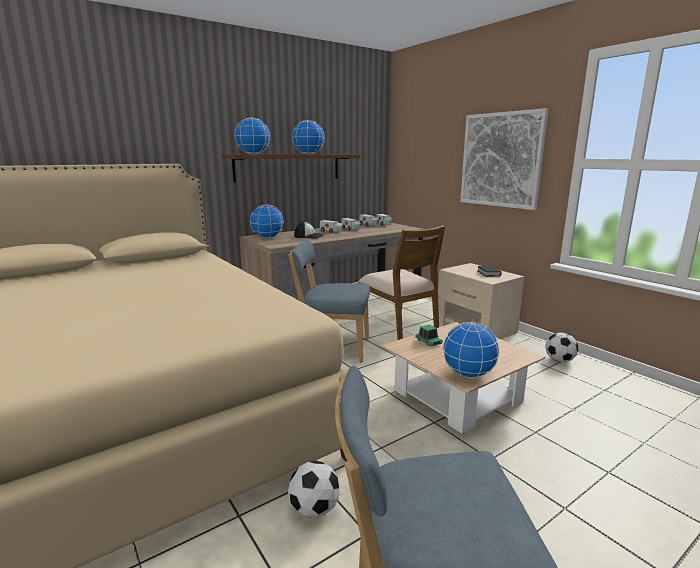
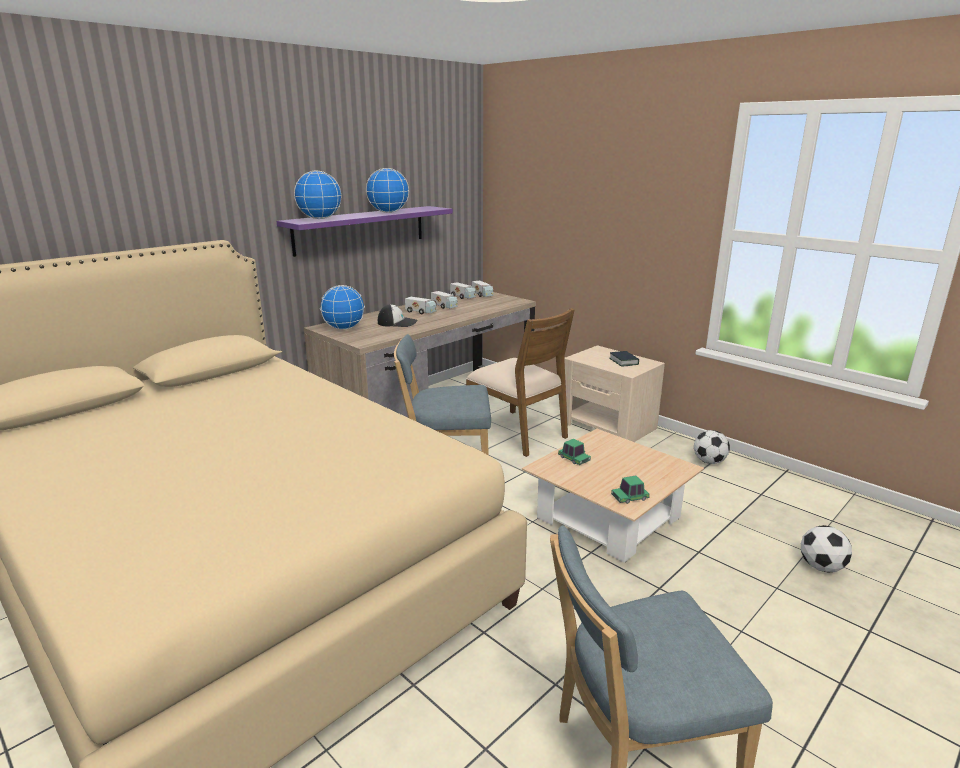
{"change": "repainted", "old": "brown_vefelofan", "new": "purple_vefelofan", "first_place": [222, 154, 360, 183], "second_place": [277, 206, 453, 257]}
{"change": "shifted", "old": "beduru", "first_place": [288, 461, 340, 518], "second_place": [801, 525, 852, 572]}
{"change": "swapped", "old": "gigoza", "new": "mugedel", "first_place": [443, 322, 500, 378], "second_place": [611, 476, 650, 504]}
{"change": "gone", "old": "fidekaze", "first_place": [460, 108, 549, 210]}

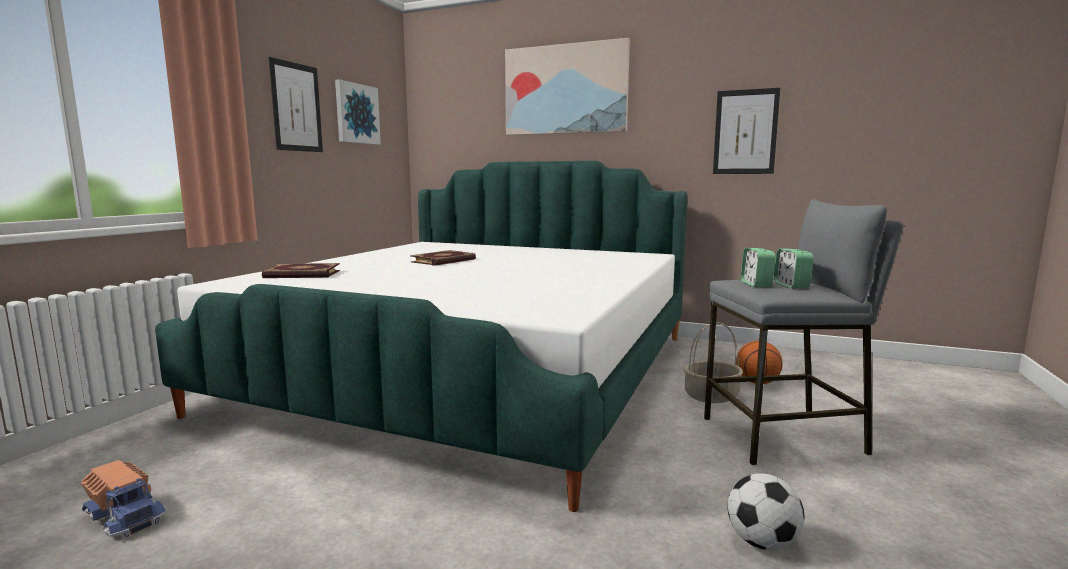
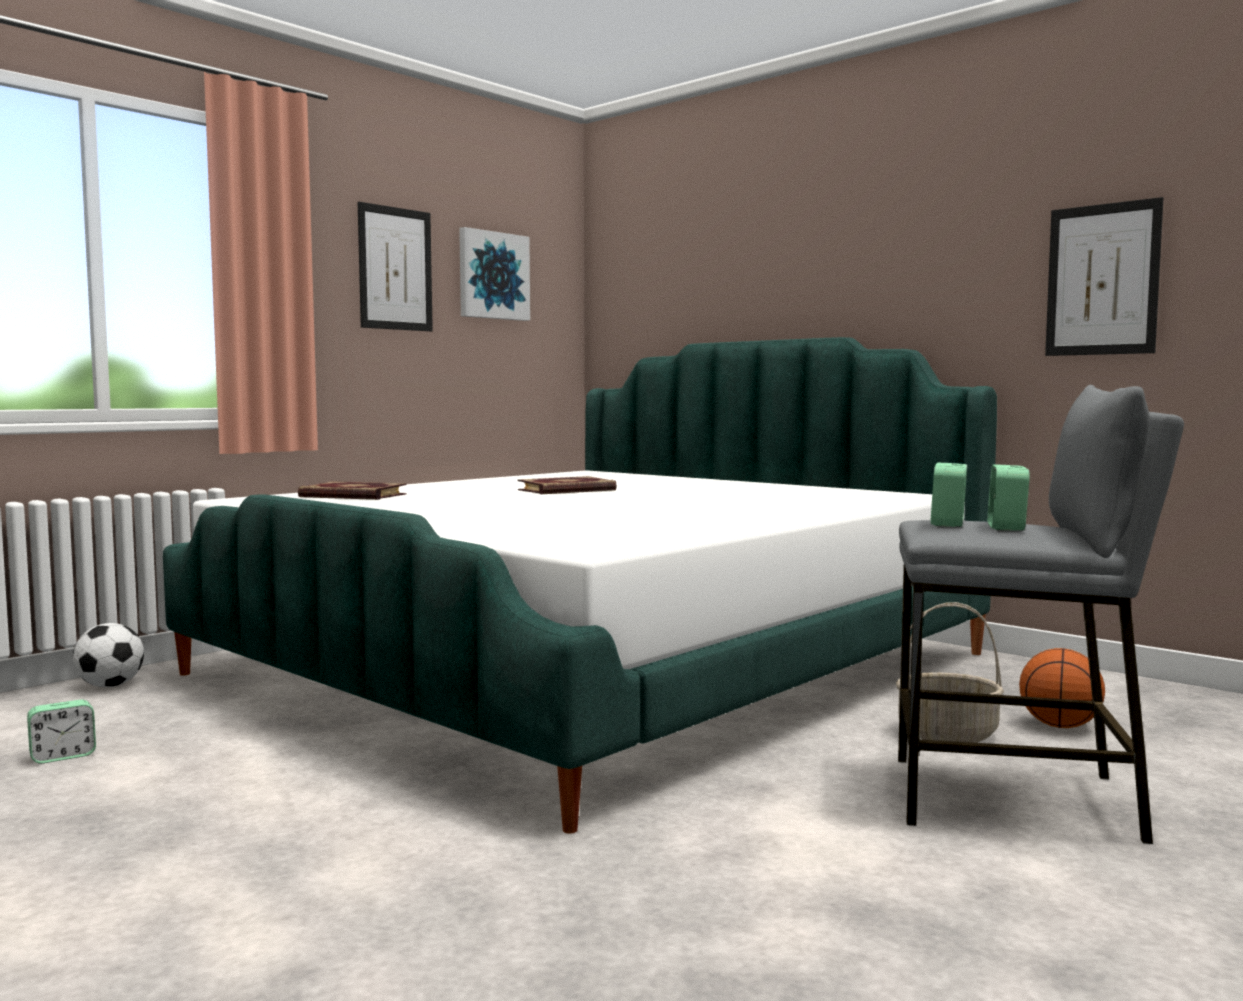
{"change": "swapped", "old": "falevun", "new": "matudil", "first_place": [81, 460, 167, 539], "second_place": [27, 700, 96, 764]}
{"change": "gone", "old": "fidekaze", "first_place": [505, 38, 630, 135]}
{"change": "shifted", "old": "beduru", "first_place": [727, 473, 805, 550], "second_place": [73, 623, 144, 687]}

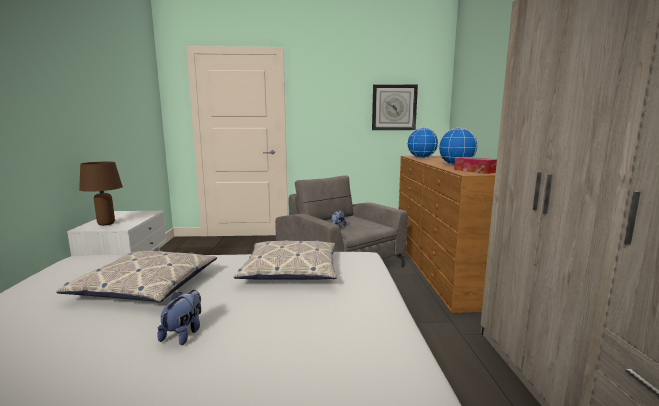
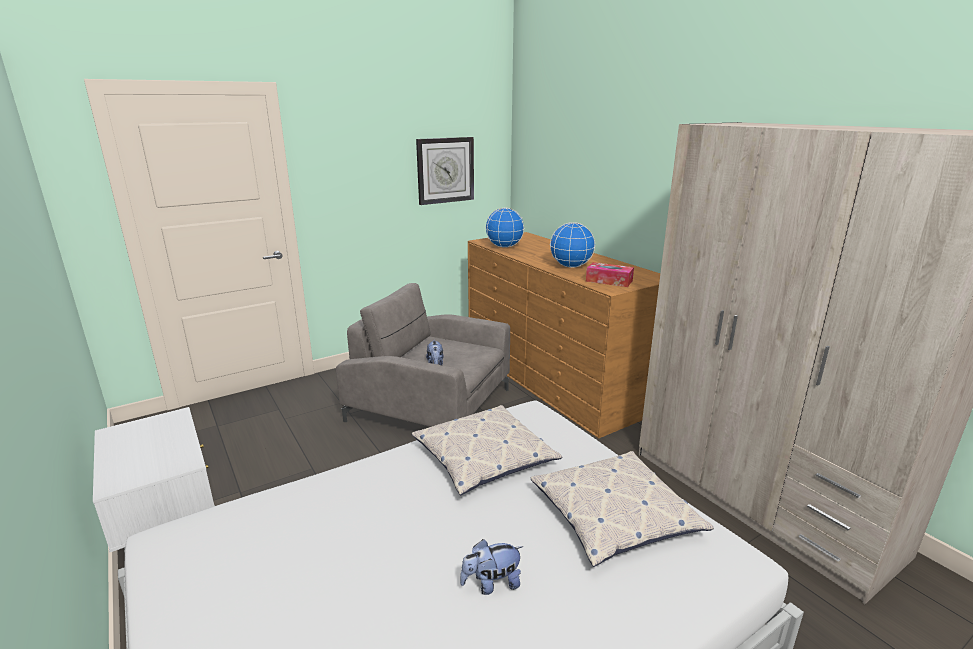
{"change": "shifted", "old": "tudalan", "first_place": [56, 250, 217, 303], "second_place": [530, 451, 714, 567]}
{"change": "gone", "old": "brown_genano", "first_place": [79, 161, 123, 226]}
{"change": "rotated", "old": "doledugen", "first_place": [157, 290, 201, 345], "second_place": [460, 539, 523, 595], "degrees": -90}

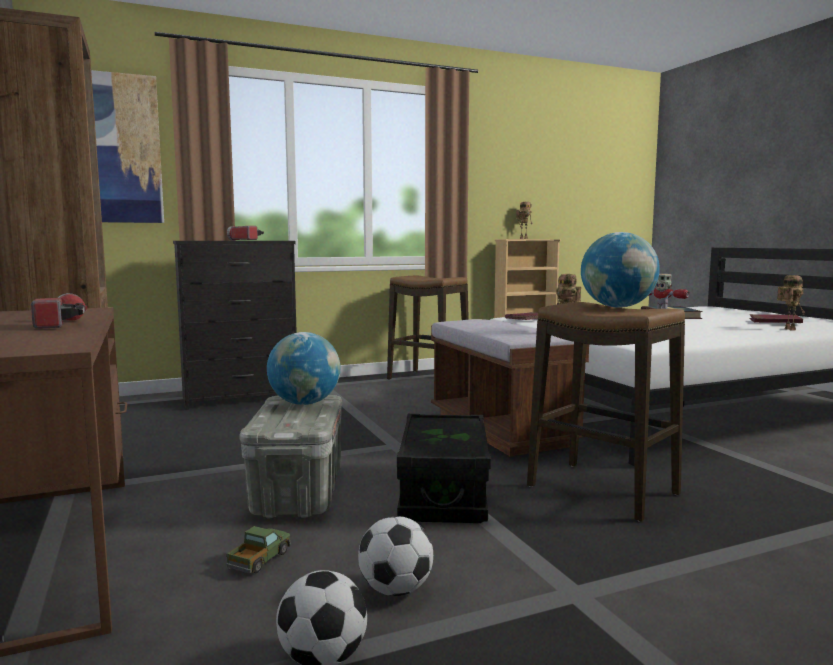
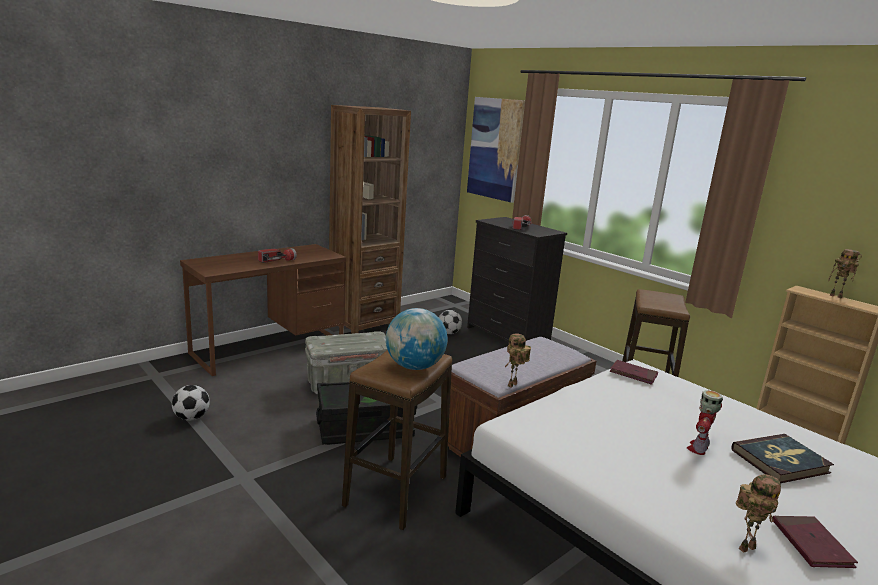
{"change": "gone", "old": "falevun", "first_place": [226, 526, 291, 573]}
{"change": "gone", "old": "gigoza", "first_place": [267, 332, 340, 405]}
{"change": "shifted", "old": "beduru", "first_place": [358, 516, 433, 596], "second_place": [439, 310, 462, 334]}

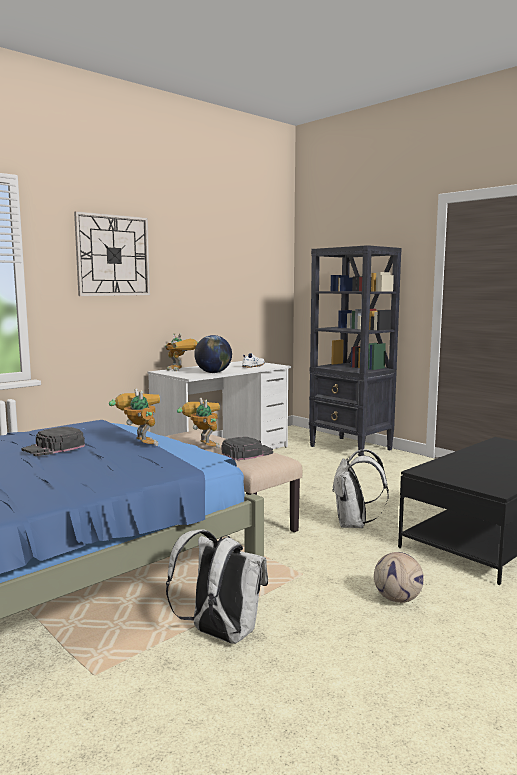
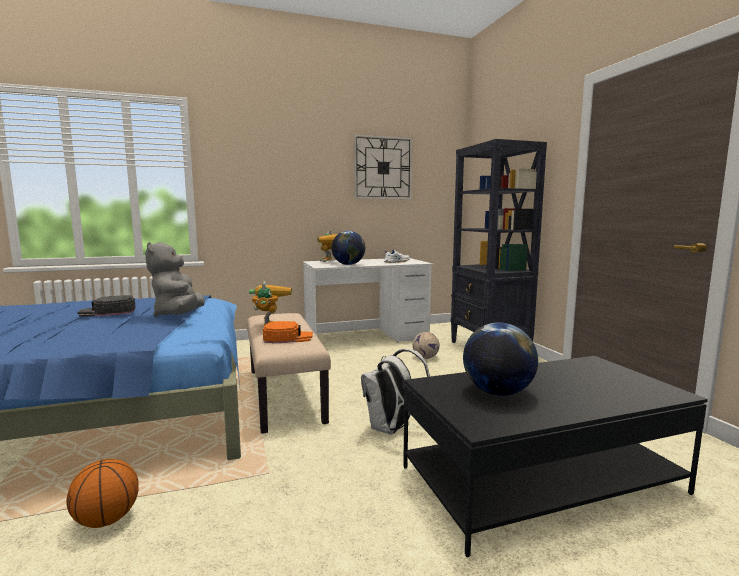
{"change": "shifted", "old": "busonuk", "first_place": [74, 211, 150, 296], "second_place": [354, 134, 413, 200]}
{"change": "swapped", "old": "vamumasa", "new": "grey_doledugen", "first_place": [109, 388, 160, 446], "second_place": [145, 242, 205, 317]}
{"change": "swapped", "old": "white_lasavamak", "new": "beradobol", "first_place": [166, 529, 268, 644], "second_place": [66, 459, 139, 528]}
{"change": "repainted", "old": "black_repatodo", "new": "orange_repatodo", "first_place": [222, 437, 273, 460], "second_place": [263, 321, 313, 343]}
{"change": "shifted", "old": "beduru", "first_place": [374, 552, 424, 603], "second_place": [413, 332, 440, 359]}
{"change": "new", "new": "gigoza", "second_place": [463, 322, 538, 396]}

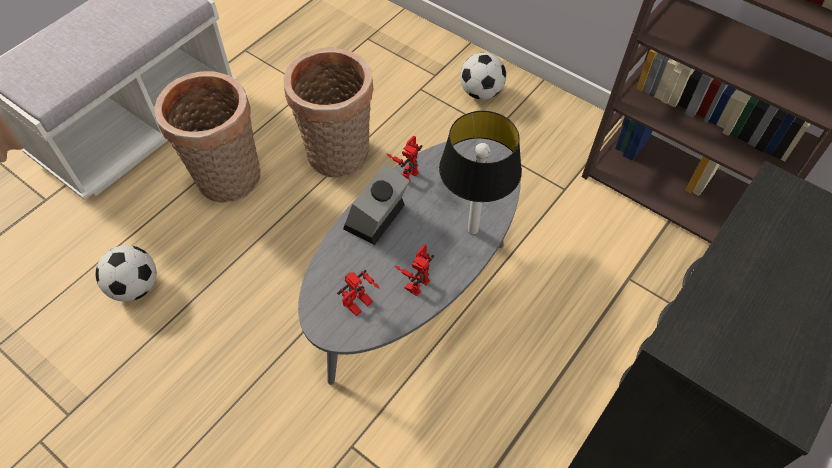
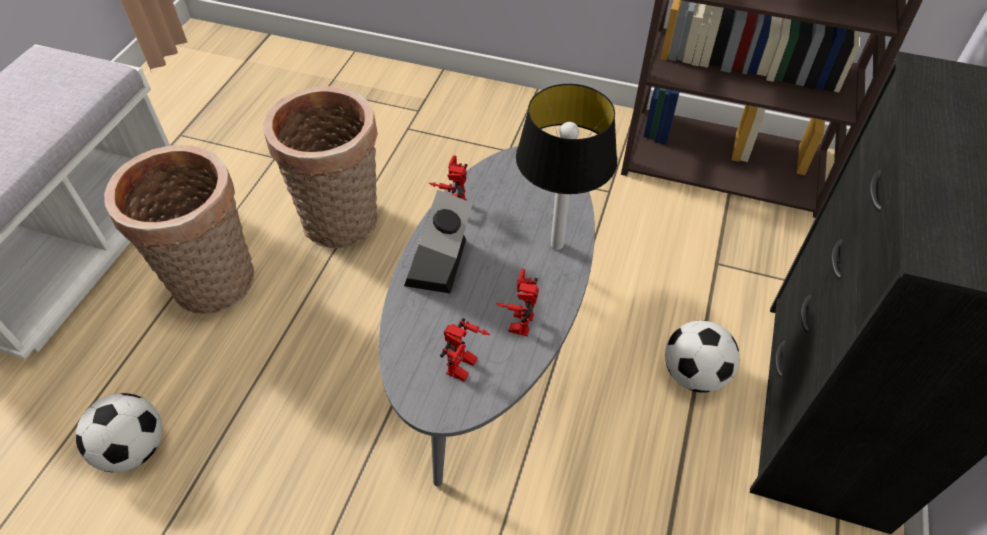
{"change": "shifted", "old": "beduru", "first_place": [460, 52, 506, 100], "second_place": [665, 320, 740, 393]}

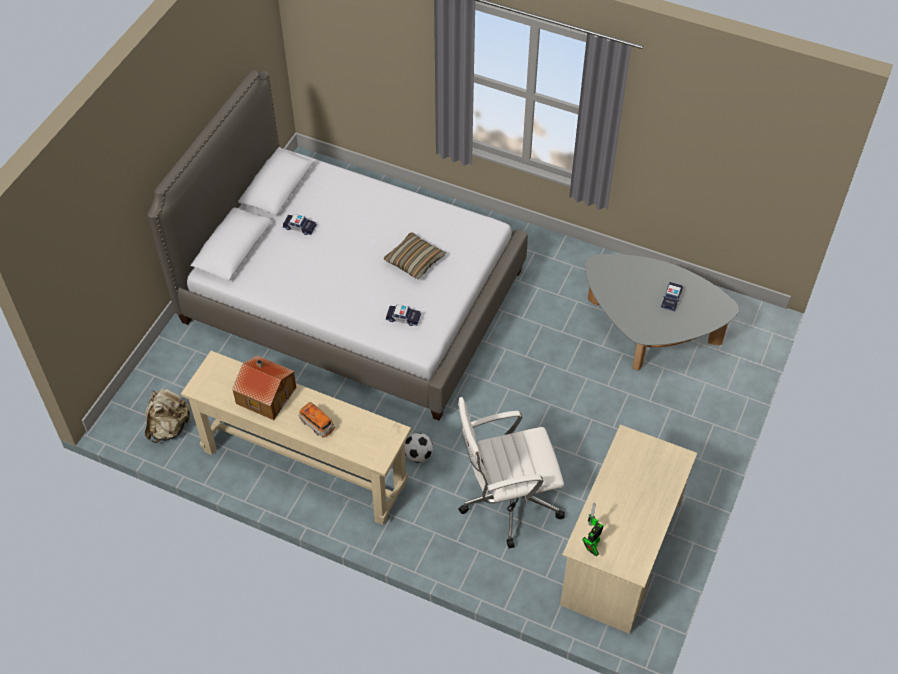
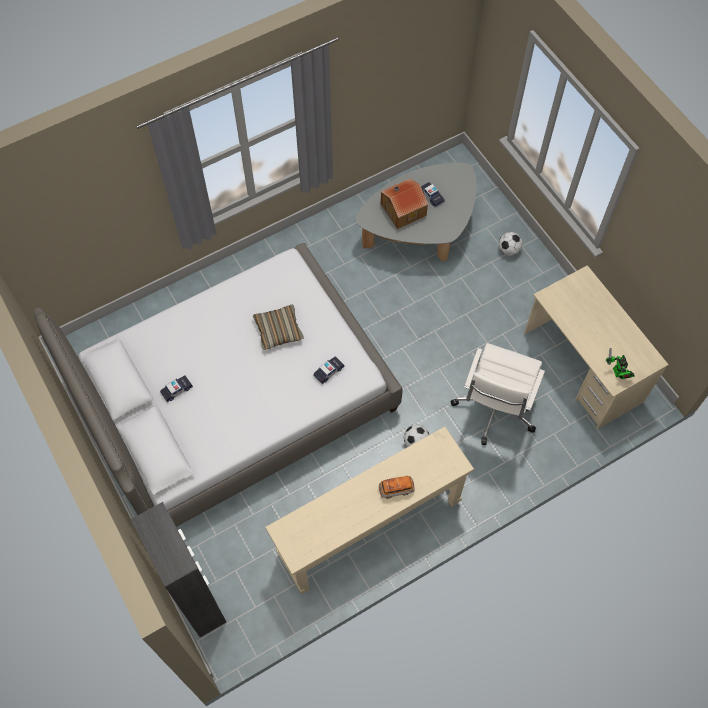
{"change": "gone", "old": "beige_lasavamak", "first_place": [145, 388, 191, 443]}
{"change": "shifted", "old": "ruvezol", "first_place": [232, 355, 296, 420], "second_place": [381, 179, 428, 229]}
{"change": "new", "new": "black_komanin", "second_place": [131, 502, 226, 637]}
{"change": "new", "new": "beduru", "second_place": [499, 232, 523, 256]}

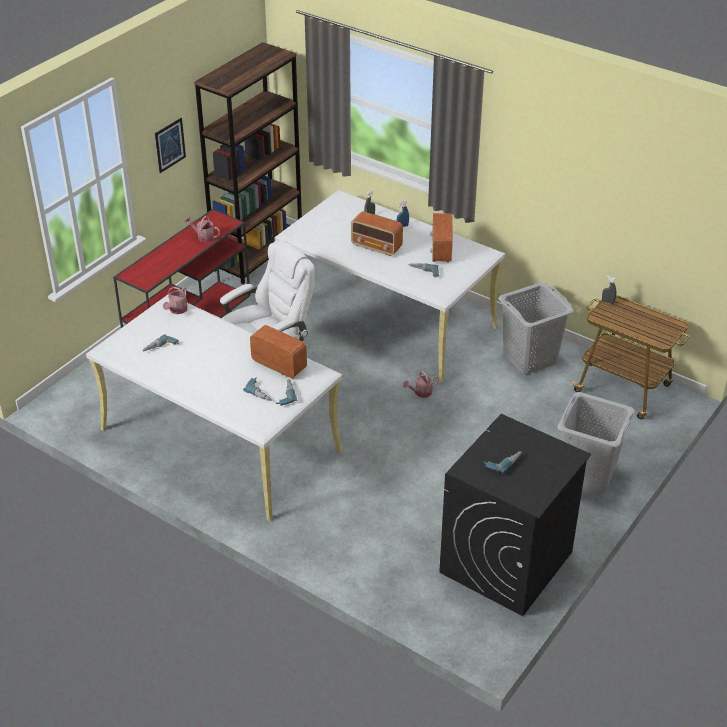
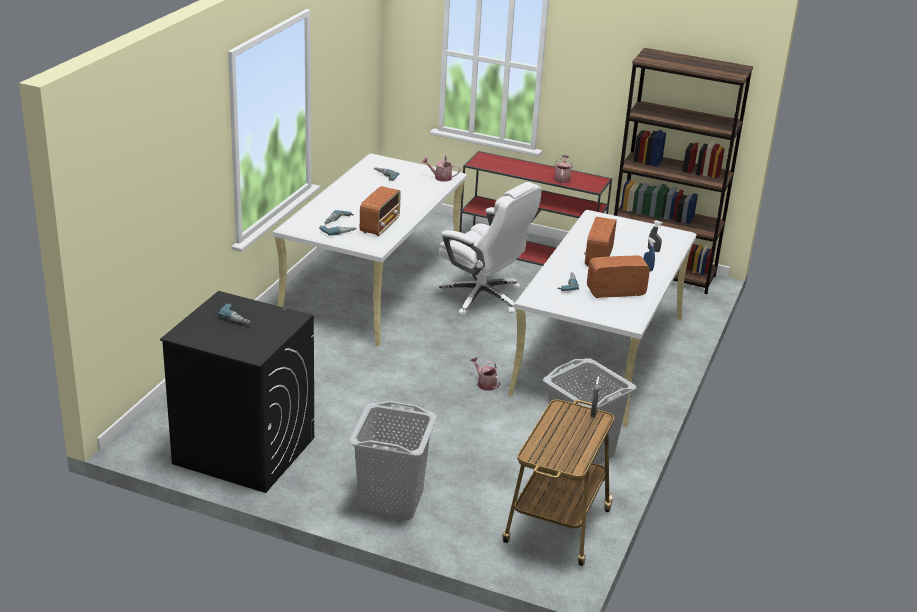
{"change": "gone", "old": "fidekaze", "first_place": [155, 118, 186, 173]}

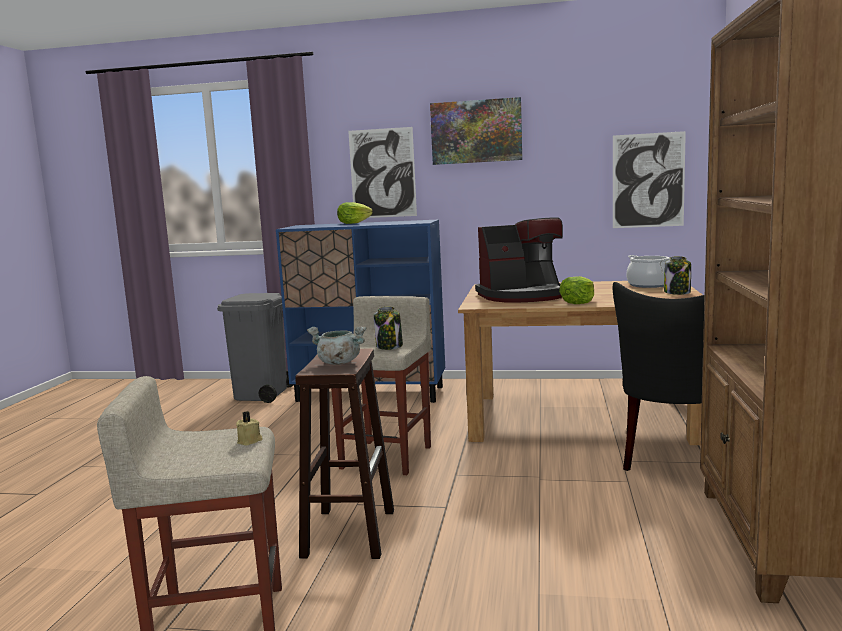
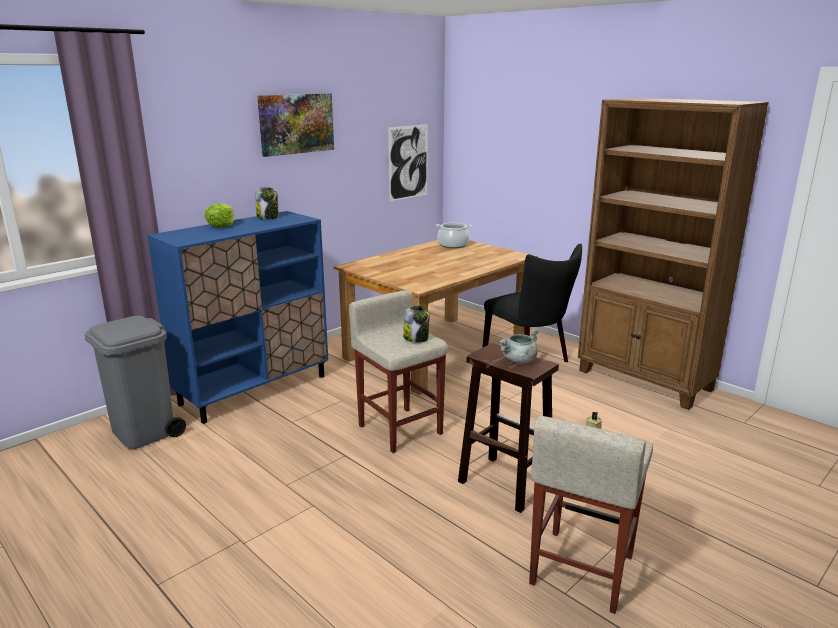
{"change": "gone", "old": "fidekaze", "first_place": [348, 127, 417, 218]}
{"change": "gone", "old": "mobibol", "first_place": [475, 218, 563, 302]}
{"change": "gone", "old": "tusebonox", "first_place": [559, 276, 594, 304]}
{"change": "shifted", "old": "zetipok", "first_place": [664, 256, 691, 295], "second_place": [255, 187, 279, 219]}

